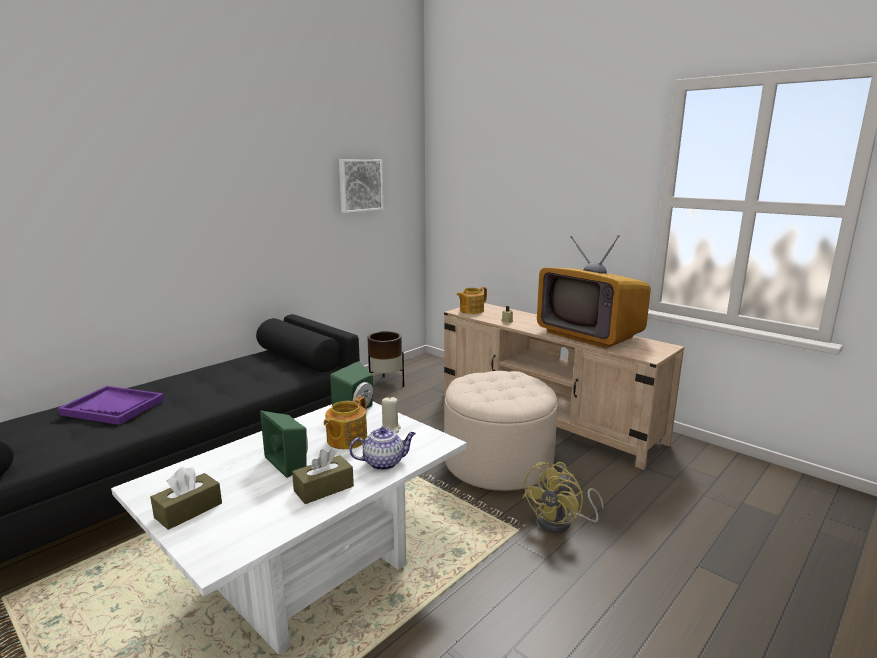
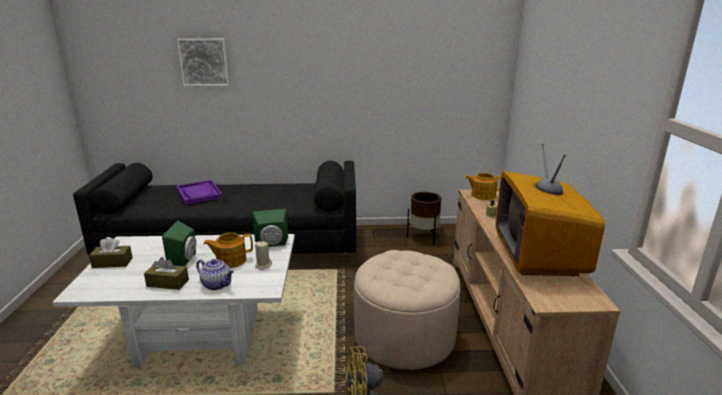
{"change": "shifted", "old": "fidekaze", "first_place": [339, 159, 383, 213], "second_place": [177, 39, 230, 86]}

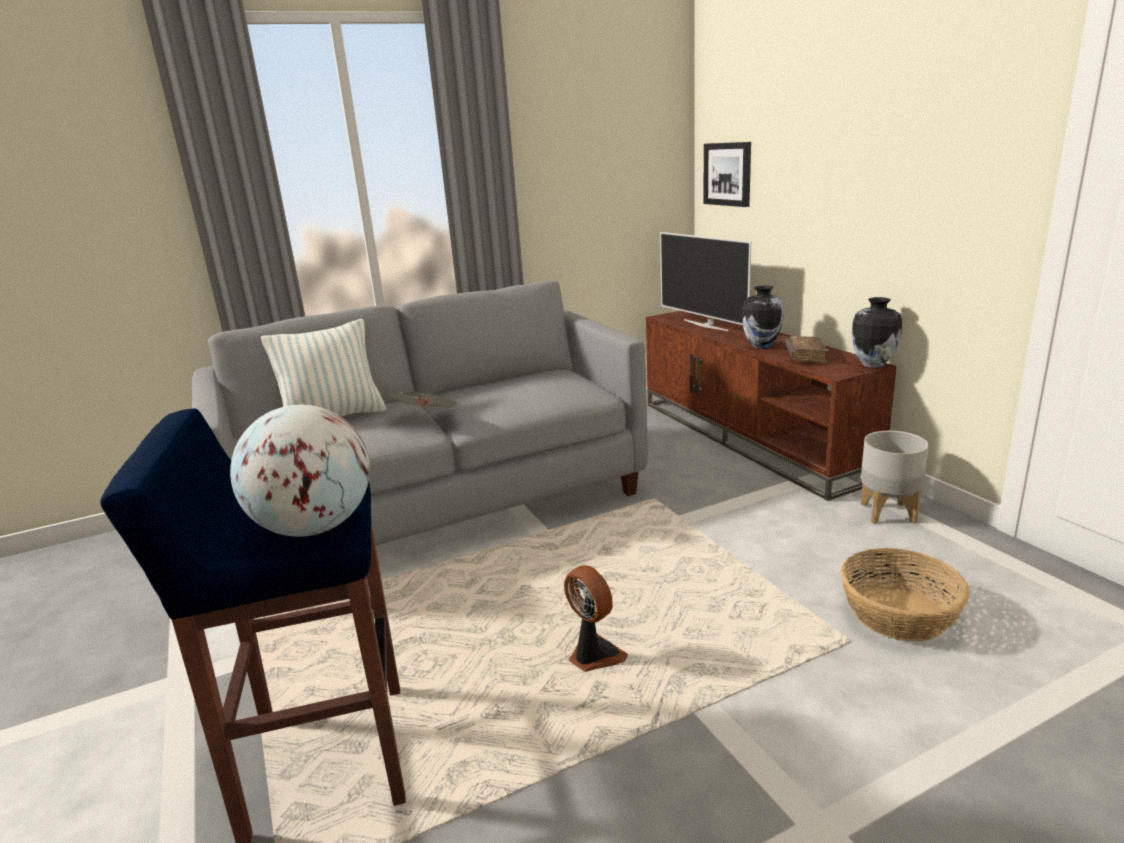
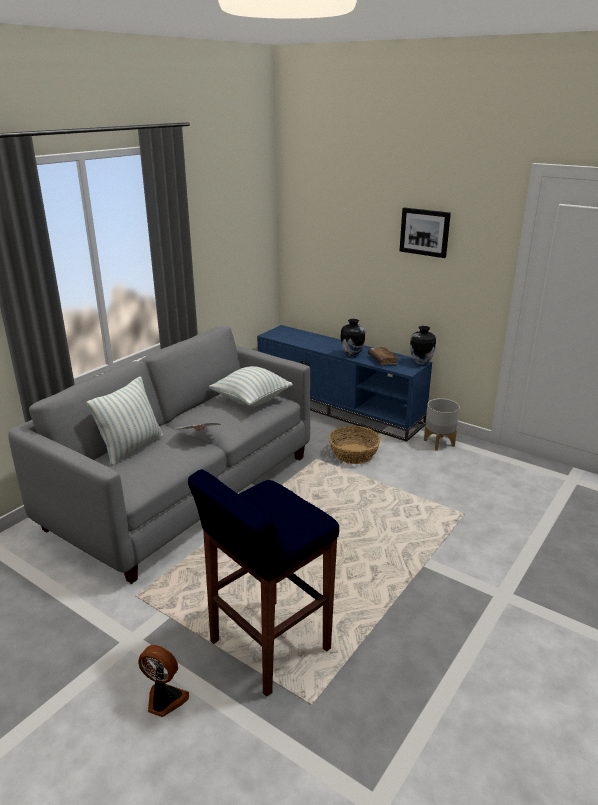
{"change": "gone", "old": "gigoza", "first_place": [230, 405, 370, 537]}
{"change": "shifted", "old": "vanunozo", "first_place": [564, 565, 628, 672], "second_place": [138, 645, 189, 717]}
{"change": "repainted", "old": "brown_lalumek", "new": "blue_lalumek", "first_place": [646, 311, 896, 501], "second_place": [257, 325, 432, 442]}
{"change": "gone", "old": "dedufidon", "first_place": [660, 232, 751, 331]}
{"change": "shifted", "old": "fidekaze", "first_place": [703, 142, 751, 207], "second_place": [399, 208, 451, 258]}
{"change": "shifted", "old": "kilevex", "first_place": [840, 548, 970, 642], "second_place": [328, 426, 381, 464]}
{"change": "new", "new": "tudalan", "second_place": [209, 366, 293, 406]}

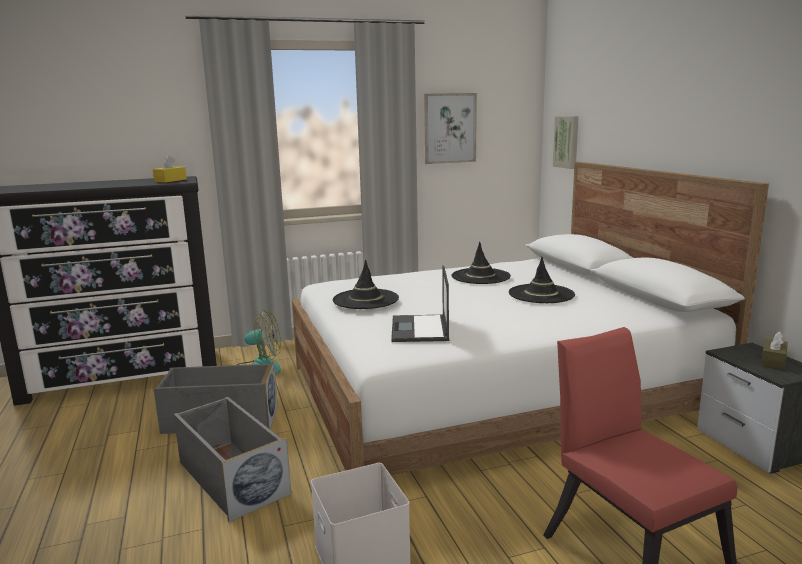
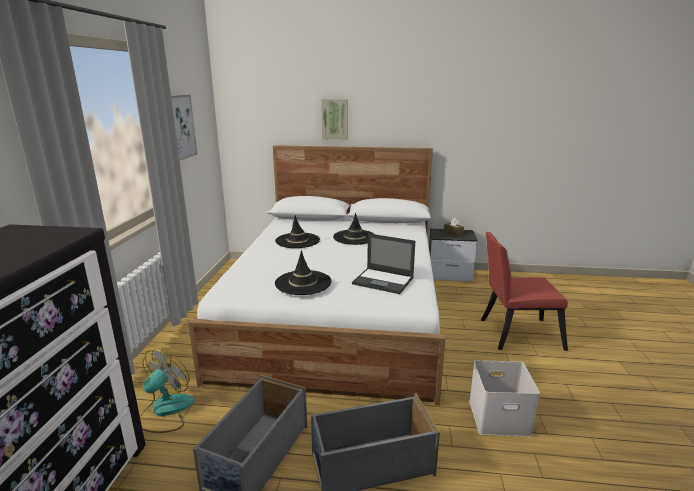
{"change": "gone", "old": "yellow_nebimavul", "first_place": [153, 156, 187, 183]}
{"change": "shifted", "old": "fidekaze", "first_place": [553, 116, 579, 169], "second_place": [321, 99, 348, 140]}

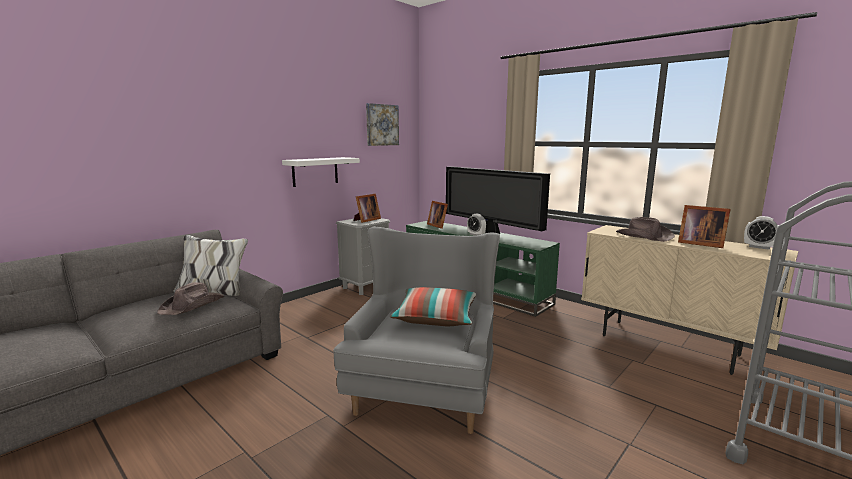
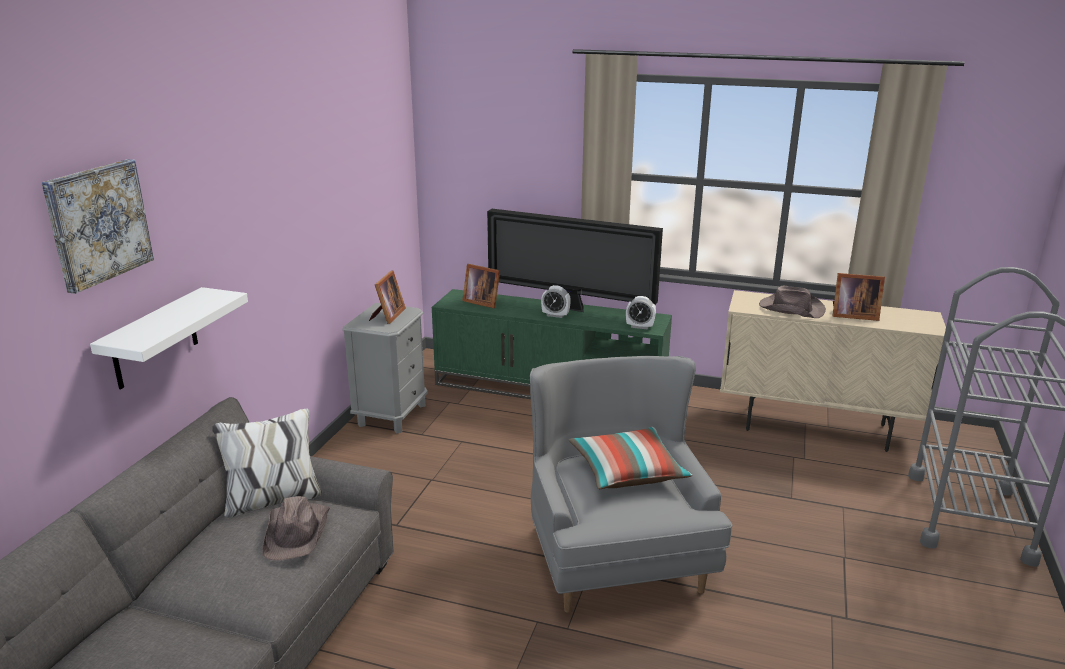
{"change": "shifted", "old": "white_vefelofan", "first_place": [282, 157, 360, 187], "second_place": [90, 287, 248, 389]}
{"change": "shifted", "old": "fidekaze", "first_place": [366, 103, 399, 146], "second_place": [41, 159, 154, 294]}
{"change": "shifted", "old": "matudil", "first_place": [744, 216, 779, 250], "second_place": [626, 296, 656, 329]}

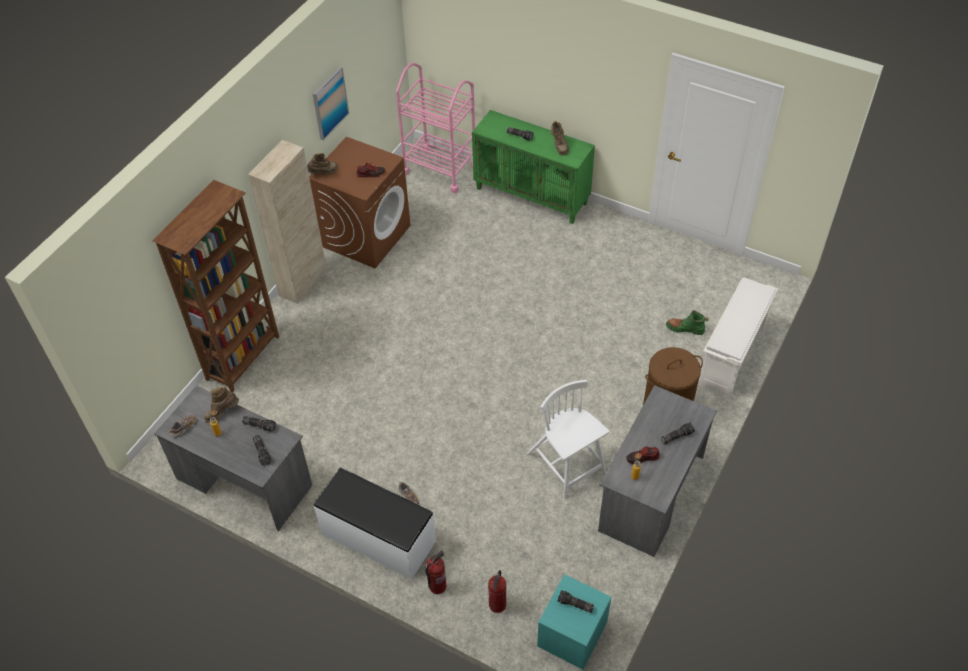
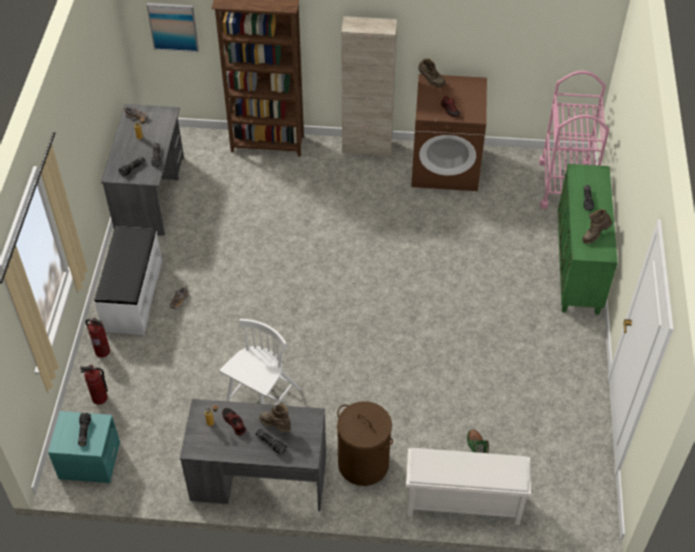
{"change": "shifted", "old": "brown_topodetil", "first_place": [205, 387, 239, 422], "second_place": [259, 403, 291, 432]}
{"change": "shifted", "old": "fidekaze", "first_place": [313, 67, 349, 141], "second_place": [147, 3, 199, 52]}

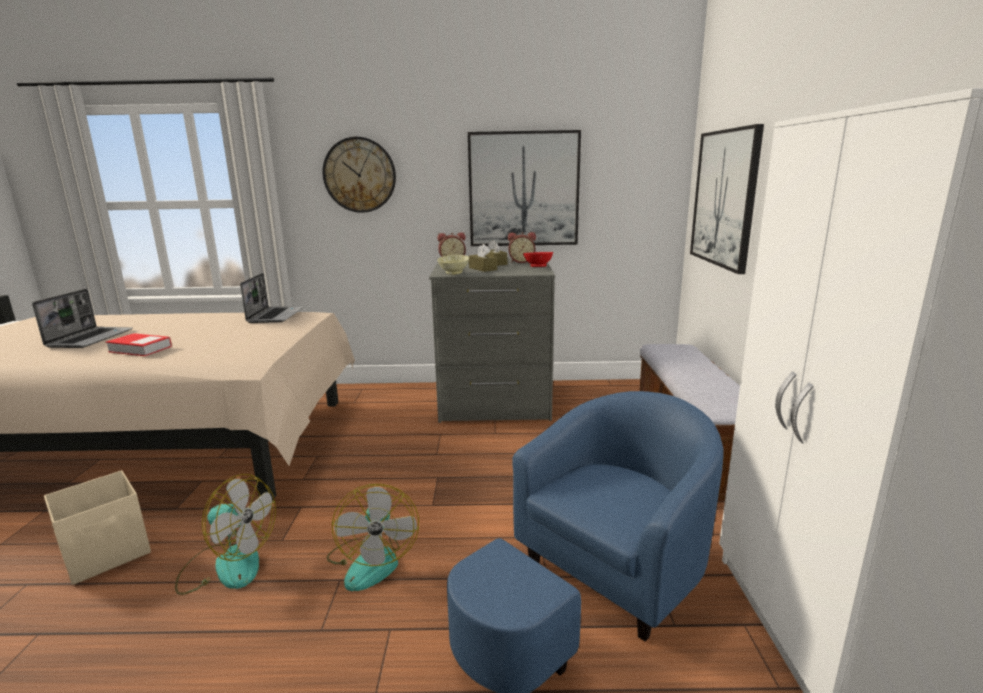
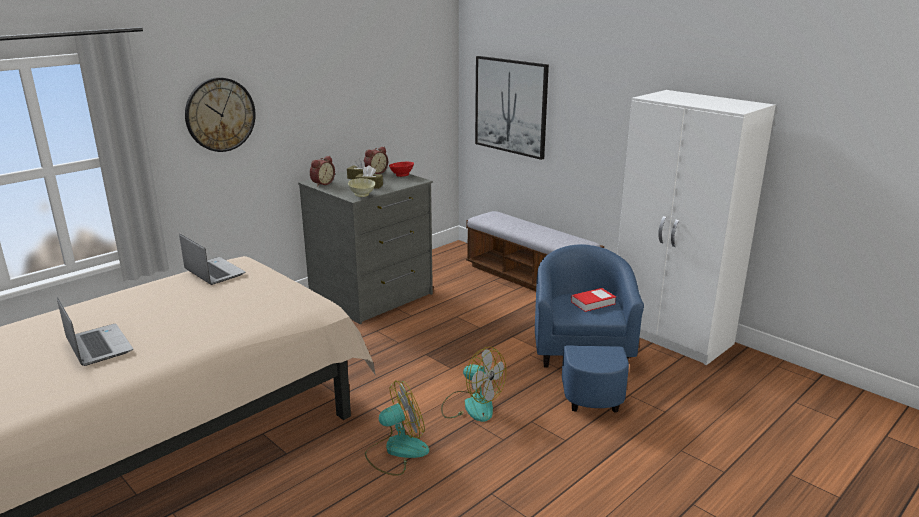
{"change": "gone", "old": "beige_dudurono", "first_place": [44, 470, 151, 585]}
{"change": "shifted", "old": "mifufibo", "first_place": [106, 333, 172, 356], "second_place": [571, 288, 616, 312]}
{"change": "gone", "old": "fidekaze", "first_place": [468, 130, 581, 246]}

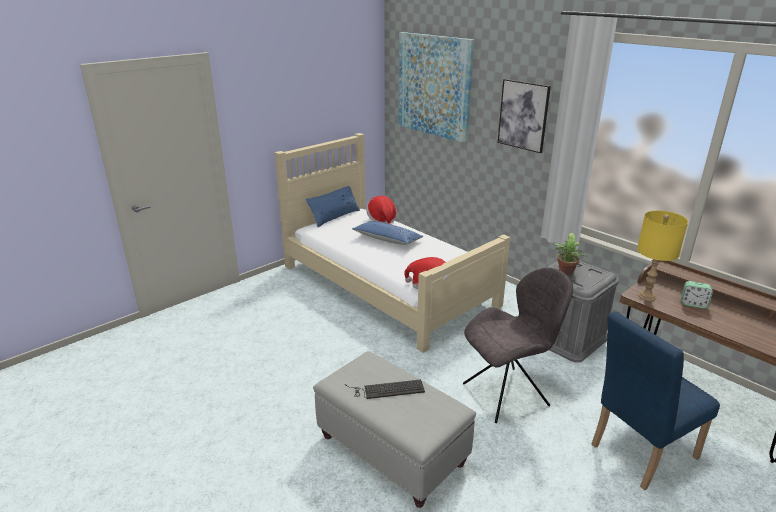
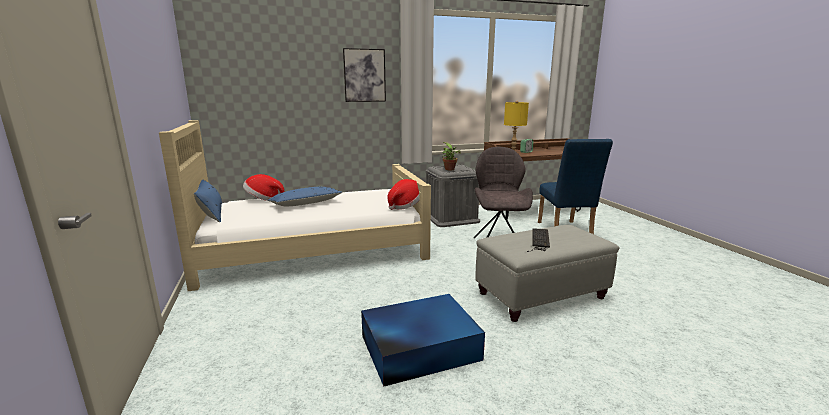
{"change": "gone", "old": "fidekaze", "first_place": [399, 32, 474, 143]}
{"change": "new", "new": "blue_dudurono", "second_place": [361, 294, 485, 387]}

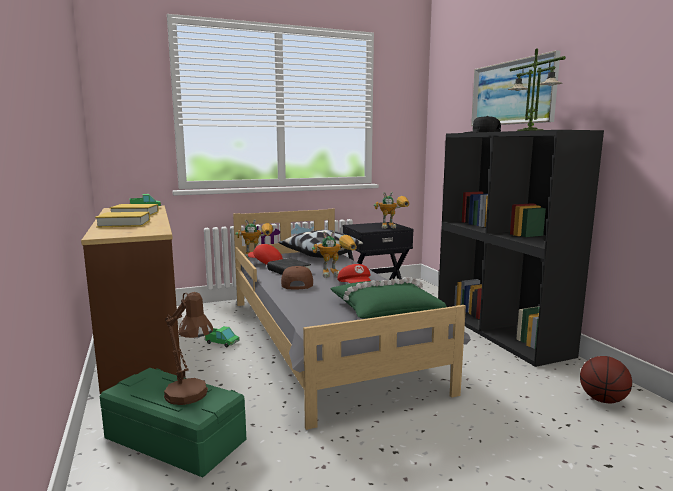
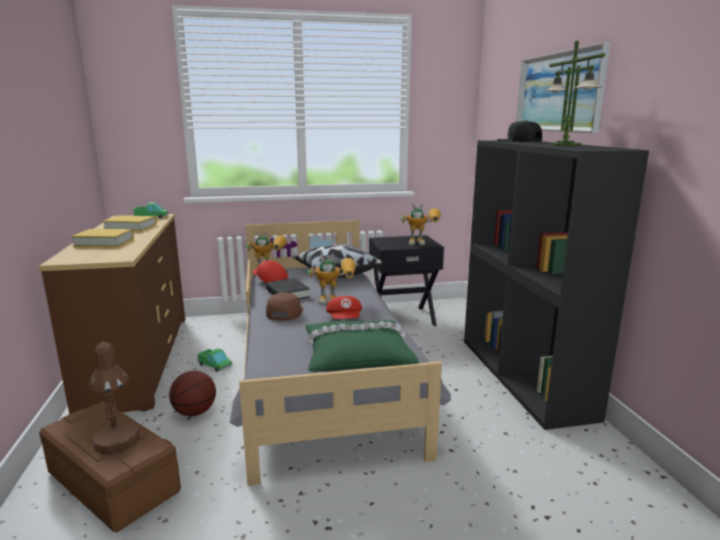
{"change": "repainted", "old": "green_dudurono", "new": "brown_dudurono", "first_place": [100, 368, 246, 477], "second_place": [39, 401, 181, 532]}
{"change": "shifted", "old": "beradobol", "first_place": [580, 356, 632, 403], "second_place": [169, 371, 216, 416]}

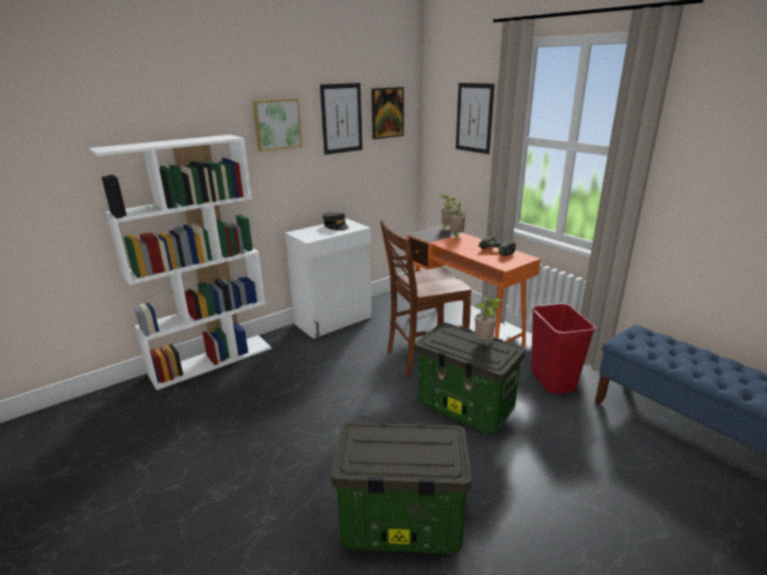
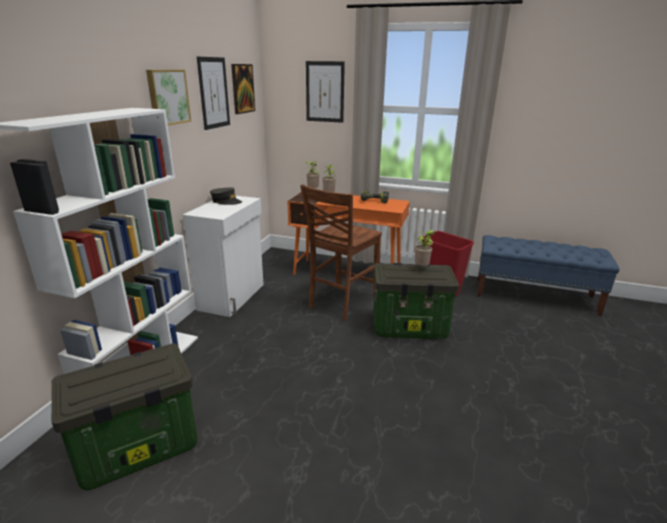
{"change": "shifted", "old": "dudurono", "first_place": [331, 423, 472, 554], "second_place": [51, 344, 198, 490]}

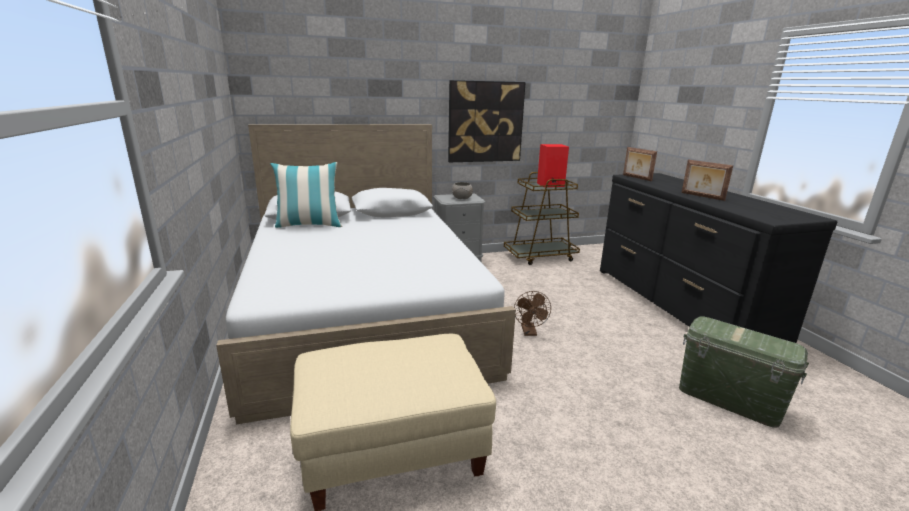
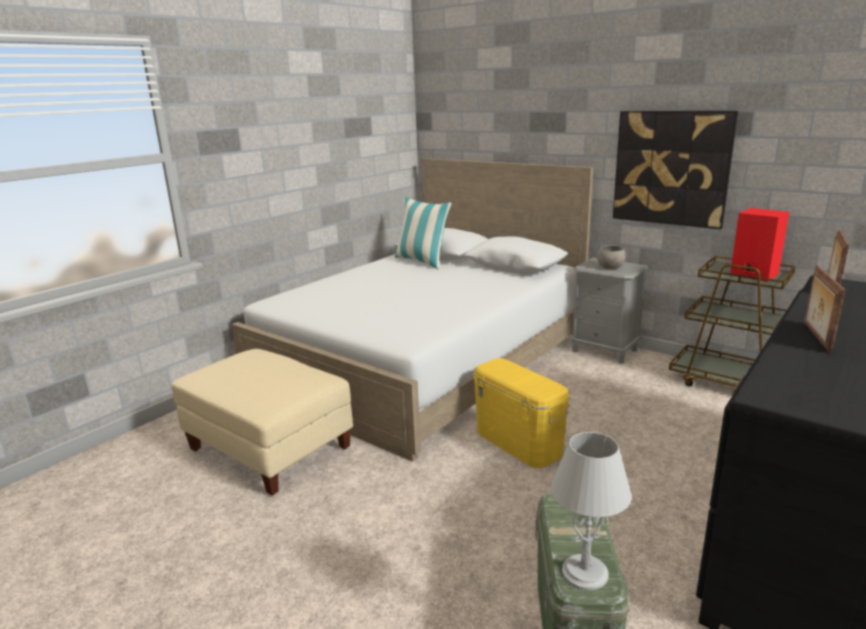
{"change": "swapped", "old": "brown_vanunozo", "new": "yellow_dudurono", "first_place": [514, 291, 551, 336], "second_place": [473, 358, 570, 469]}
{"change": "new", "new": "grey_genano", "second_place": [551, 432, 632, 590]}

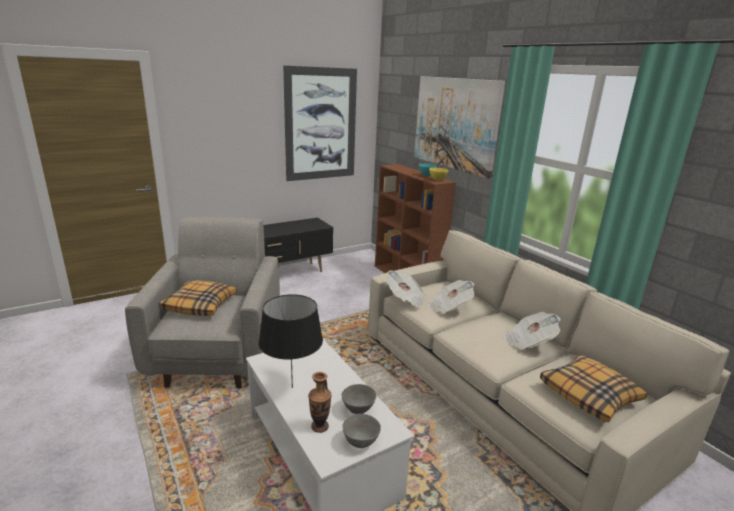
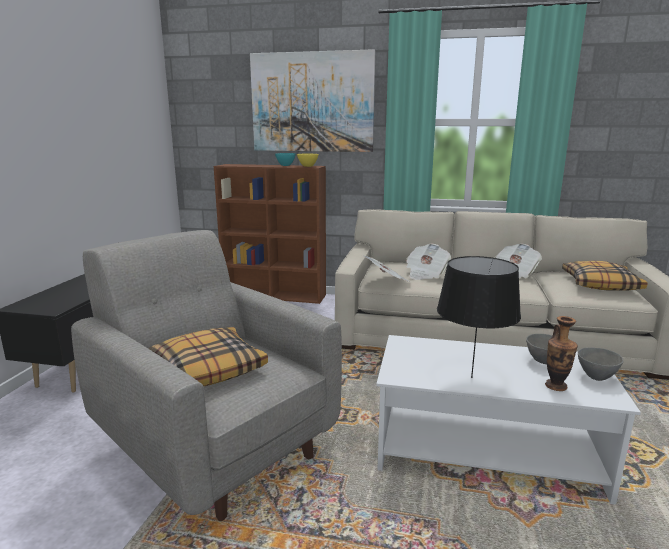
{"change": "gone", "old": "fidekaze", "first_place": [283, 66, 357, 181]}

